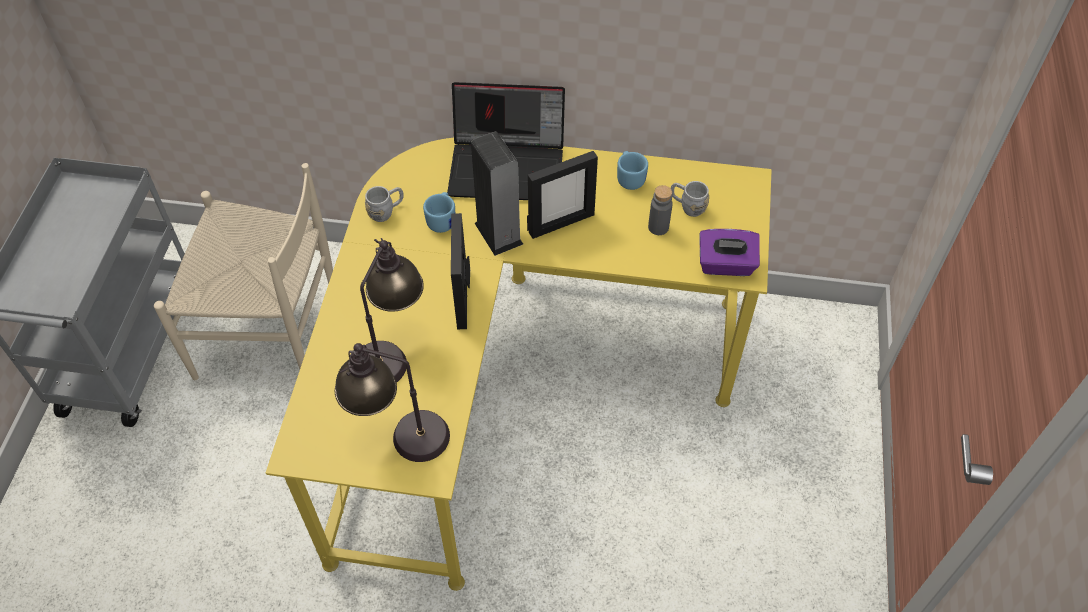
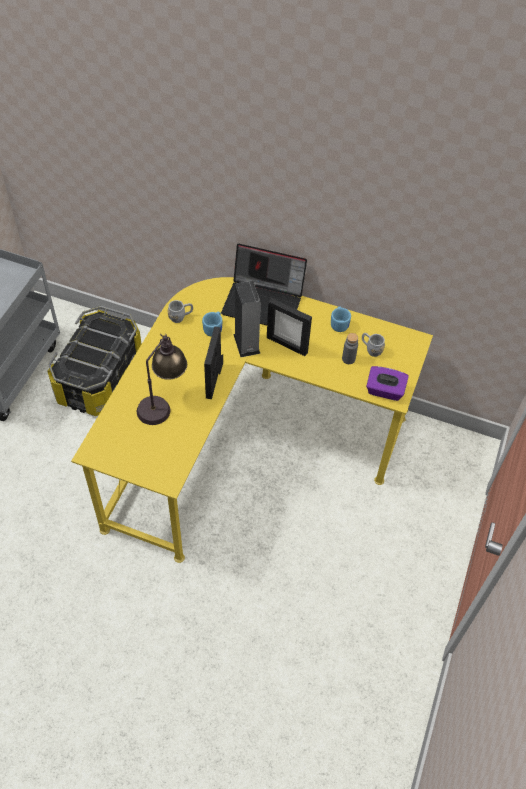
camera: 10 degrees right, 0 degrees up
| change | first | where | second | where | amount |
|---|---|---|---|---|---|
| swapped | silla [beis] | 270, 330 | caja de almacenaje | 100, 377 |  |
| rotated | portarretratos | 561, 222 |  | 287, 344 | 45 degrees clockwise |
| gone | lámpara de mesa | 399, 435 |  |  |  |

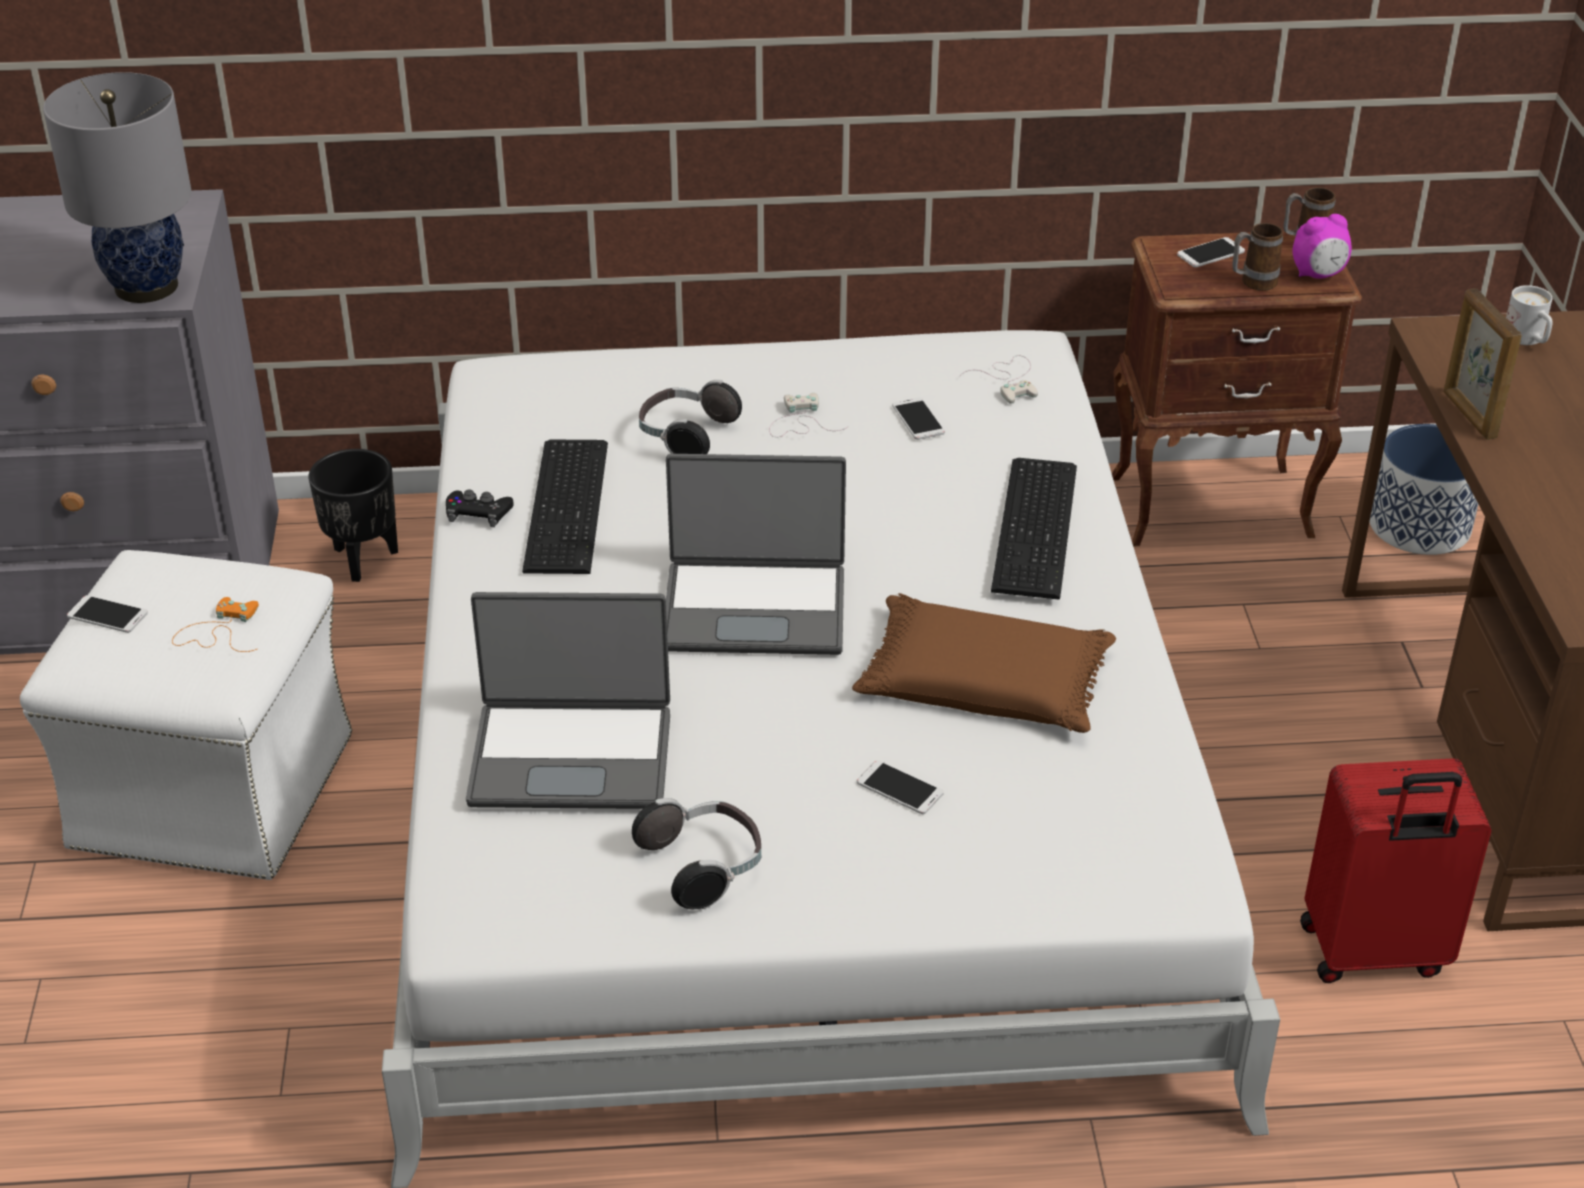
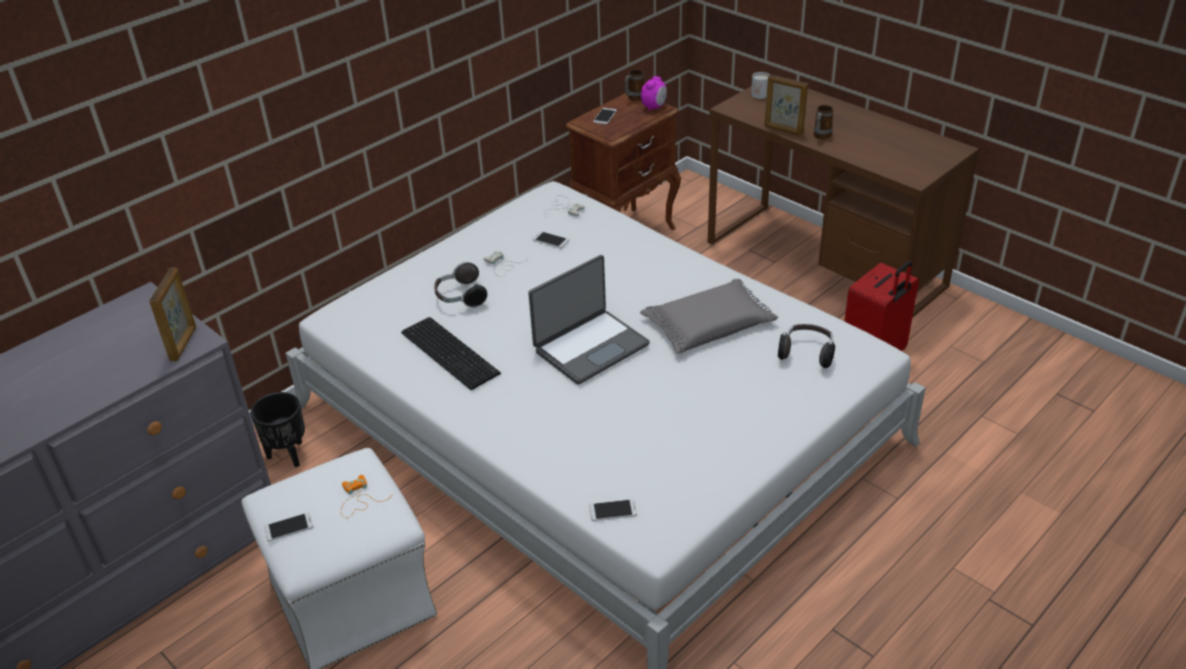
camera: 40 degrees left, 0 degrees up
| change | first | where | second | where | amount |
|---|---|---|---|---|---|
| swapped | lámpara de mesa [gris] | 146, 286 | portarretratos | 184, 343 |  |
| shifted | móvil | 900, 788 |  | 612, 510 |  |
| repainted | cojín [marrón] | 984, 678 | cojín [gris] | 708, 323 |  |
| shifted | auriculares | 704, 867 |  | 807, 353 |  |
| shifted | taza grande | 1252, 283 |  | 820, 137 |  |
| gone | mando de consola [negro] | 478, 513 |  |  |  |
| gone | portátil | 572, 755 |  |  |  |
| gone | teclado | 1039, 526 |  |  |  |
| gone | maceta | 1419, 526 |  |  |  |

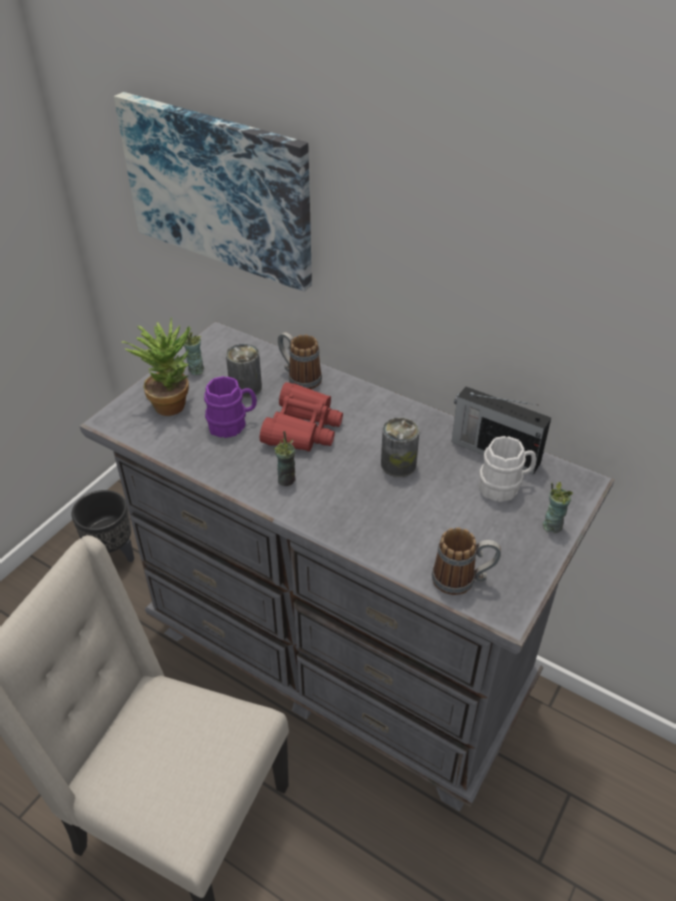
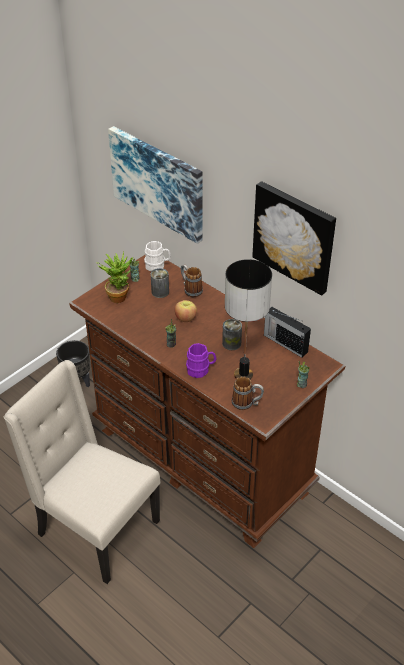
camera: 10 degrees right, 0 degrees up
| change | first | where | second | where | amount |
|---|---|---|---|---|---|
| repainted | cómoda [gris] | 338, 662 | cómoda [marrón] | 202, 460 |  |
| shifted | taza grande [blanco] | 504, 486 |  | 157, 266 |  |
| swapped | prismáticos [rojo] | 302, 428 | manzana | 185, 318 |  |
| shifted | taza grande [morado] | 232, 424 |  | 201, 370 |  |
| new |  |  | lámpara de mesa | 243, 375 |  |
| new |  |  | cuadro | 295, 236 |  |

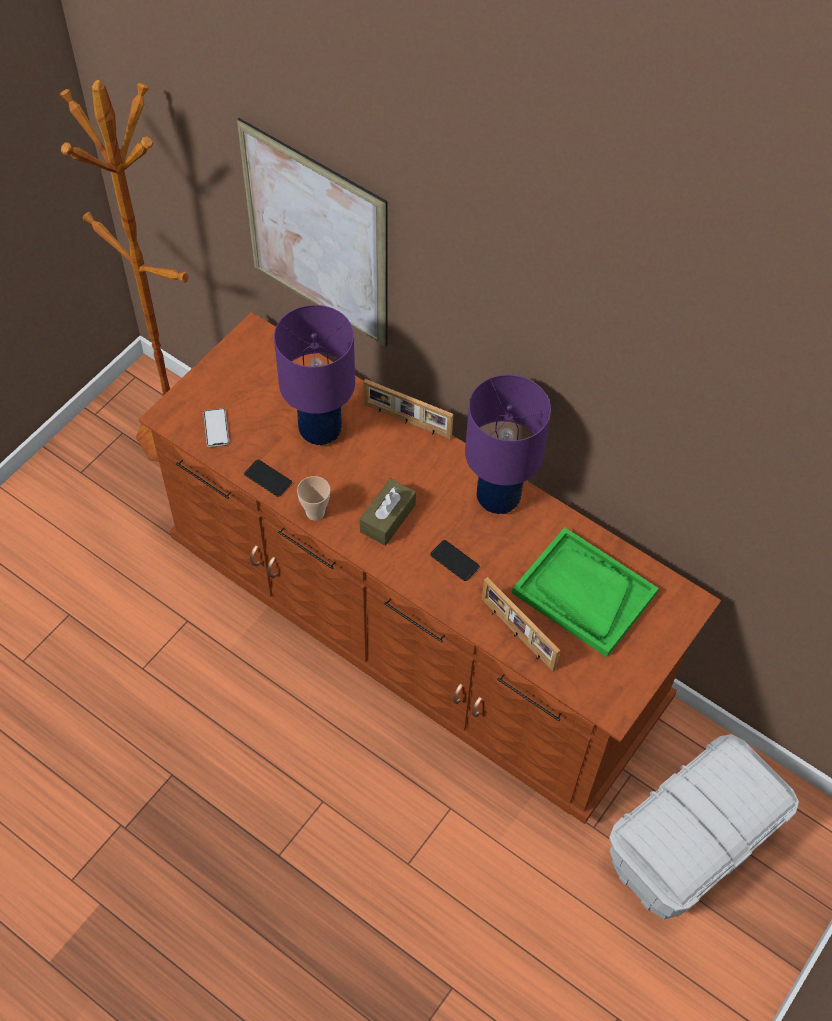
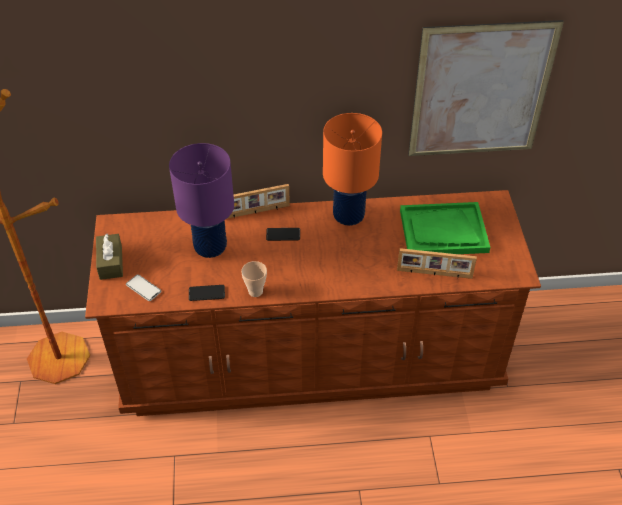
camera: 40 degrees left, 10 degrees down
| change | first | where | second | where | amount |
|---|---|---|---|---|---|
| shifted | caja de pañuelos [marrón] | 387, 518 |  | 111, 262 |  |
| shifted | móvil | 454, 561 |  | 283, 234 |  |
| repainted | lámpara de mesa [morado] | 497, 499 | lámpara de mesa [naranja] | 348, 217 |  |
| shifted | cuadro | 316, 236 |  | 480, 91 |  |
| gone | caja de almacenaje [blanco] | 691, 842 |  |  |  |

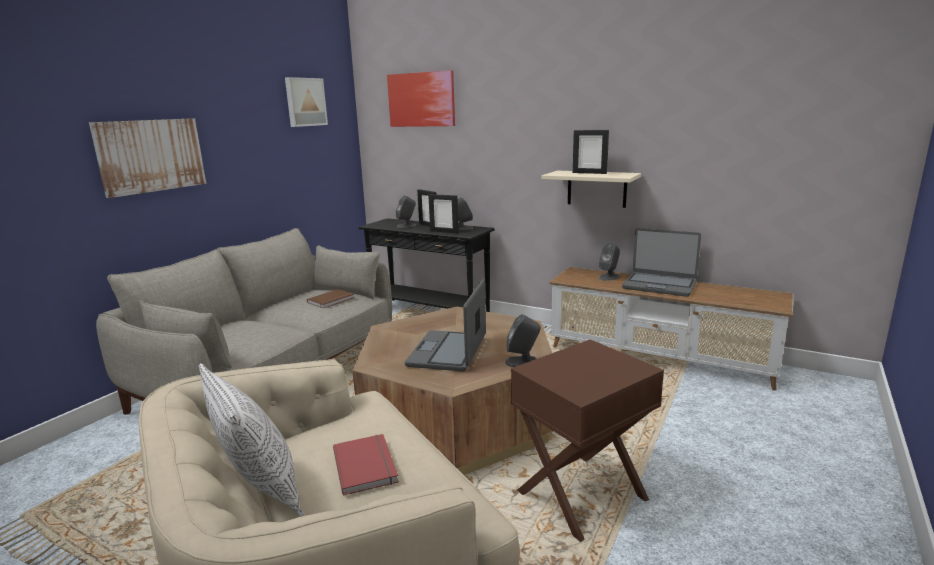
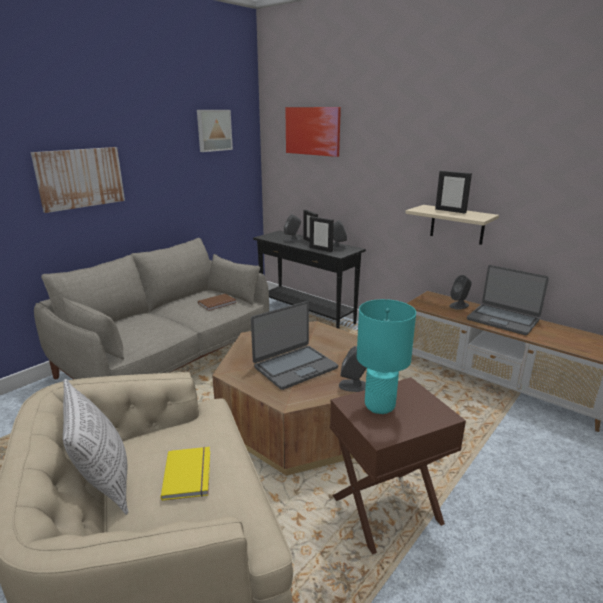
camera: 10 degrees right, 5 degrees up
| change | first | where | second | where | amount |
|---|---|---|---|---|---|
| repainted | libro [rojo] | 367, 465 | libro [amarillo] | 189, 474 |  |
| rotated | portátil | 448, 352 |  | 294, 367 | 150 degrees counterclockwise |
| new |  |  | lámpara de mesa [turquesa] | 380, 408 |  |

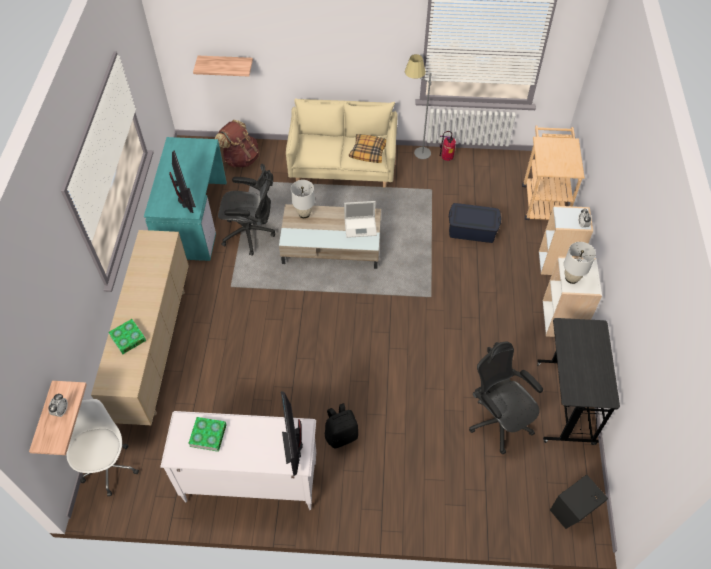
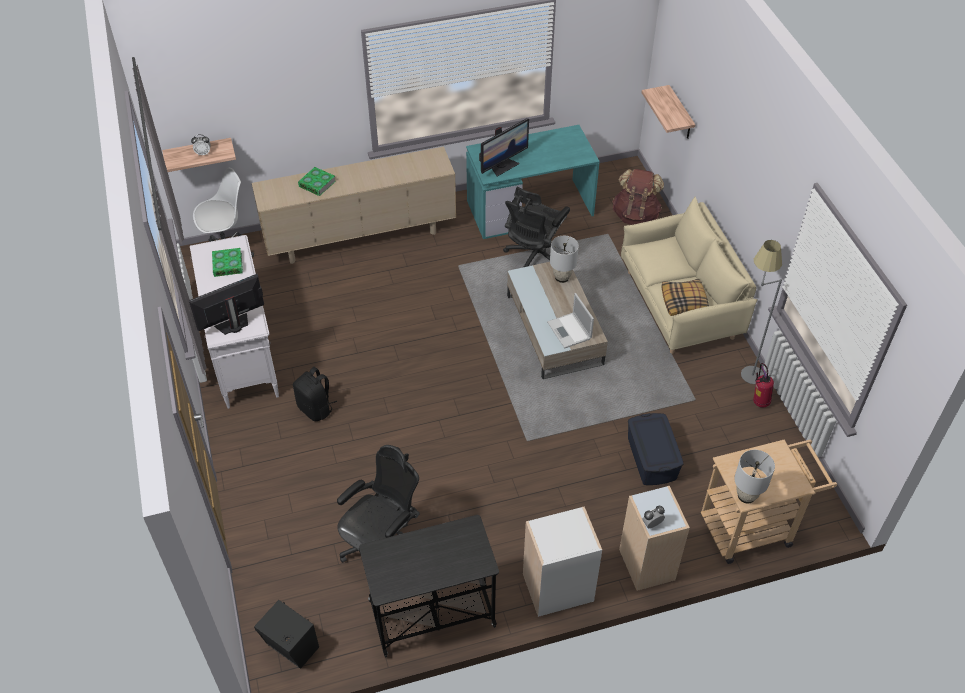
camera: 70 degrees right, 5 degrees down
| change | first | where | second | where | amount |
|---|---|---|---|---|---|
| rotated | silla de oficina | 251, 234 |  | 534, 258 | 45 degrees clockwise |
| shifted | lámpara de mesa [blanco] | 571, 278 |  | 746, 495 |  |

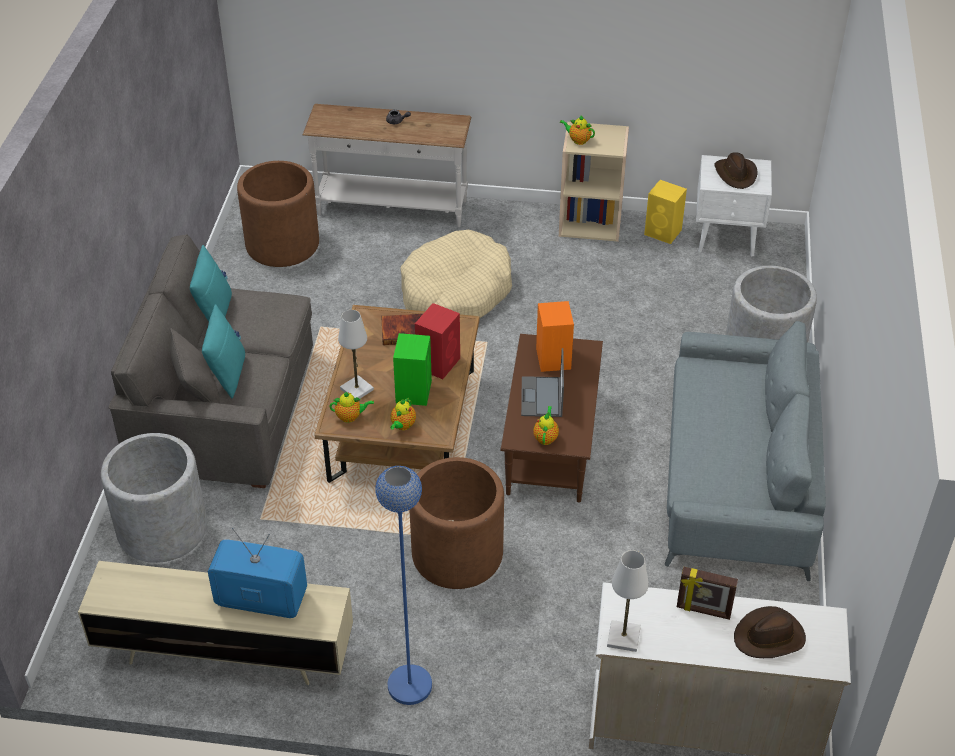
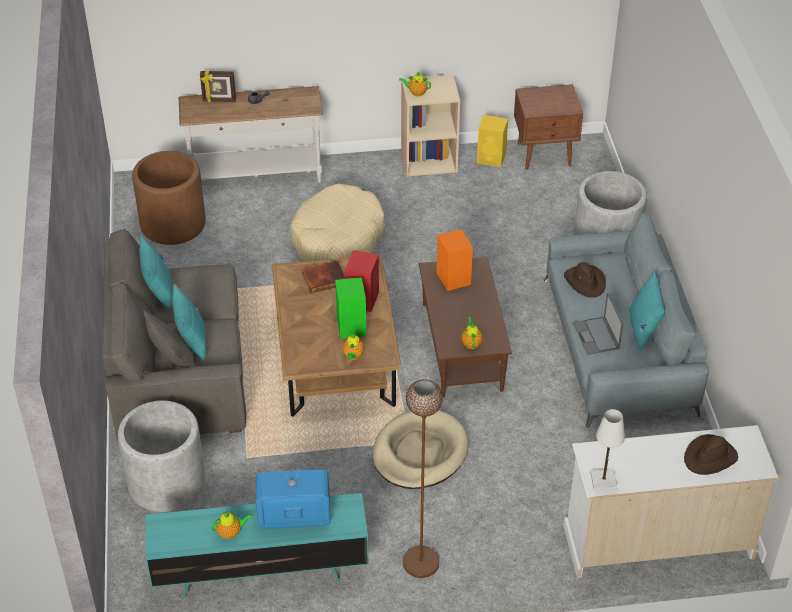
camera: 15 degrees left, 0 degrees up
| change | first | where | second | where | amount |
|---|---|---|---|---|---|
| repainted | mueble de televisión [beis] | 224, 651 | mueble de televisión [turquesa] | 259, 569 |  |
| shifted | portarretratos | 703, 611 |  | 219, 100 |  |
| shifted | tetera | 350, 417 |  | 231, 533 |  |
| swapped | maceta [marrón] | 457, 554 | cama para perro [beis] | 419, 452 |  |
| repainted | lámpara de pie [azul] | 409, 686 | lámpara de pie [marrón] | 420, 563 |  |
| repainted | mesita de noche [blanco] | 727, 238 | mesita de noche [marrón] | 545, 154 |  |
| shifted | sombrero [marrón] | 736, 174 |  | 585, 282 |  |
| shifted | portátil | 542, 397 |  | 596, 336 |  |
| new |  |  | cojín [turquesa] | 643, 330 |  |
| gone | lámpara de mesa [blanco] | 357, 389 |  |  |  |

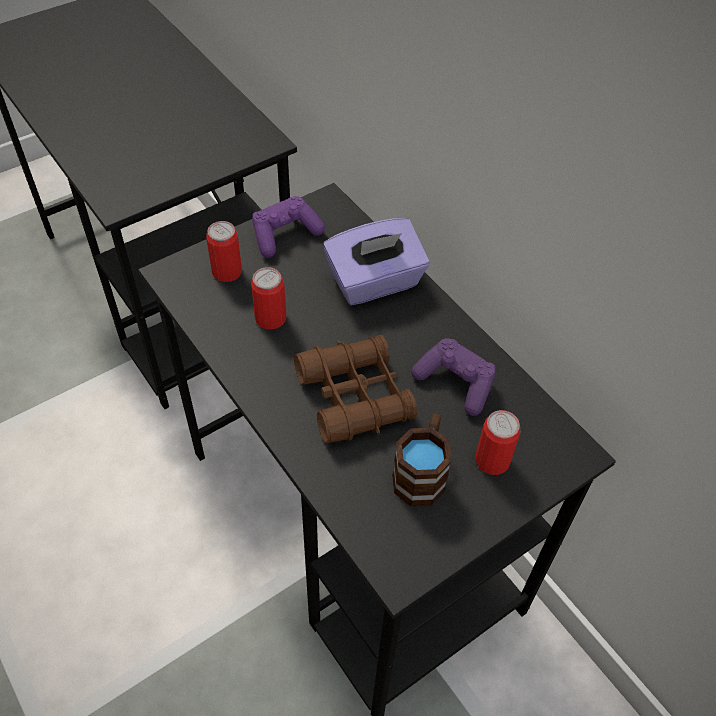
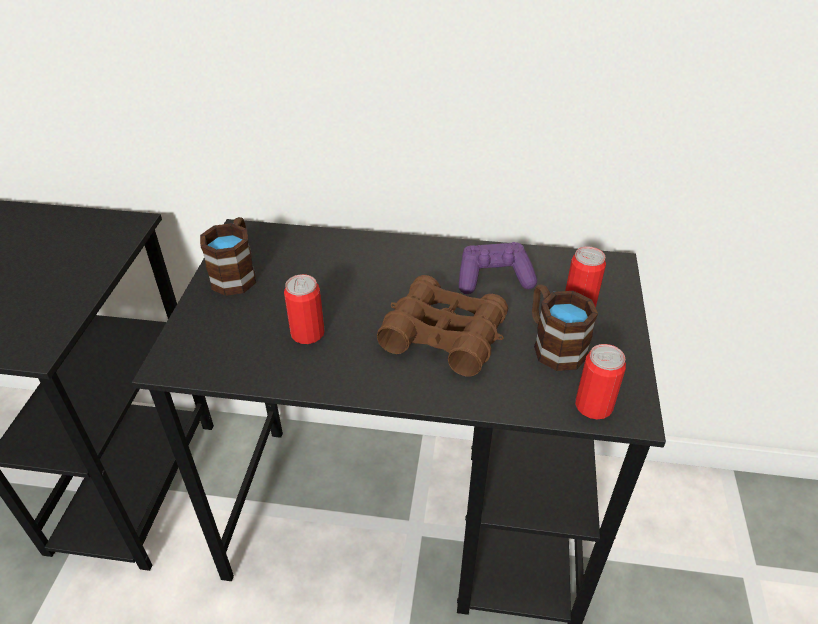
camera: 45 degrees left, 10 degrees down
| change | first | where | second | where | amount |
|---|---|---|---|---|---|
| swapped | mando de consola [morado] | 285, 235 | taza grande [marrón] | 237, 273 |  |
| shifted | lata | 227, 272 |  | 593, 406 |  |
| gone | caja de pañuelos [morado] | 375, 282 |  |  |  |

